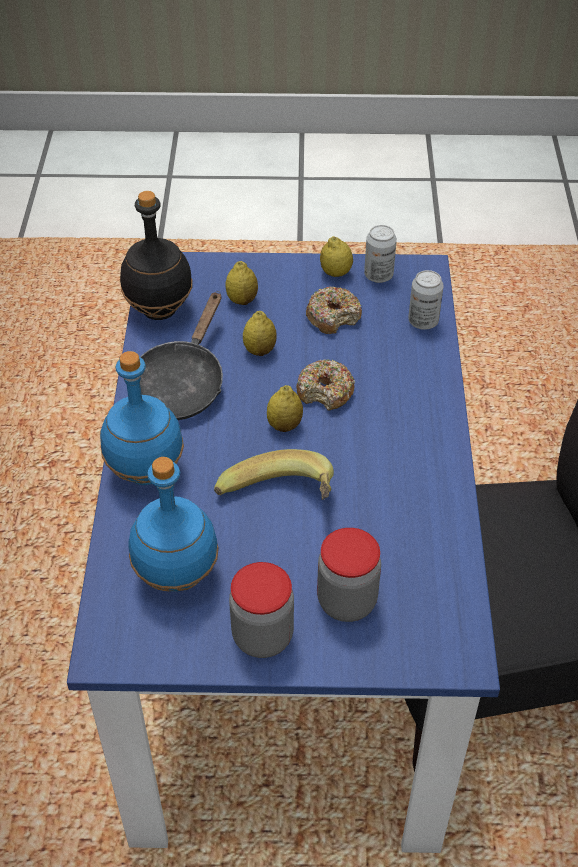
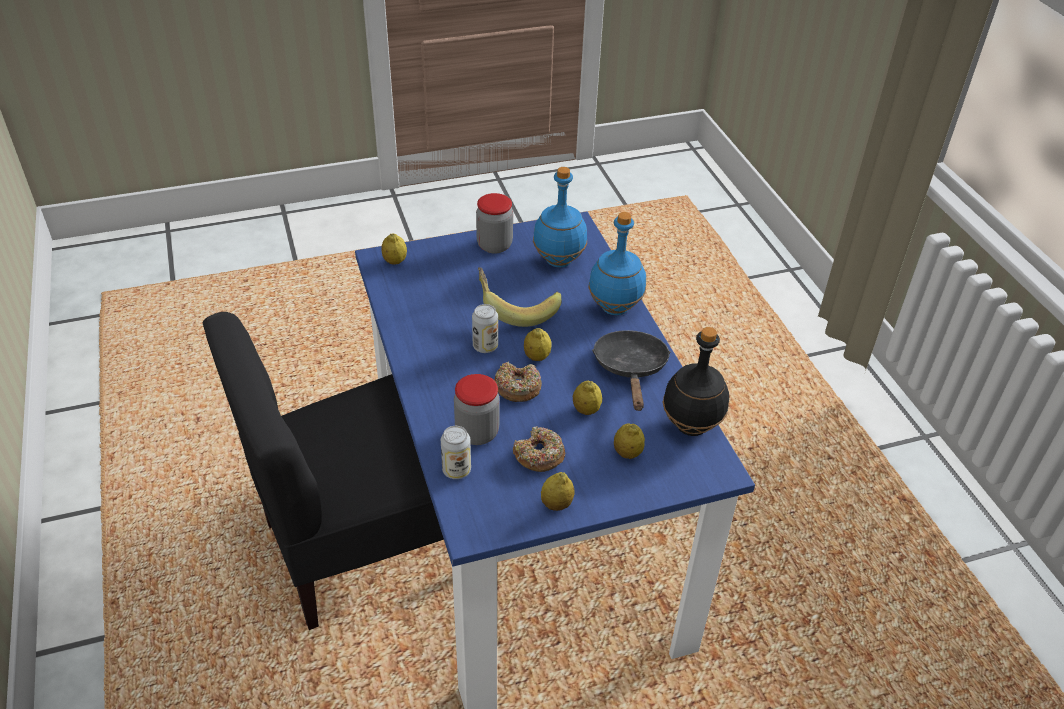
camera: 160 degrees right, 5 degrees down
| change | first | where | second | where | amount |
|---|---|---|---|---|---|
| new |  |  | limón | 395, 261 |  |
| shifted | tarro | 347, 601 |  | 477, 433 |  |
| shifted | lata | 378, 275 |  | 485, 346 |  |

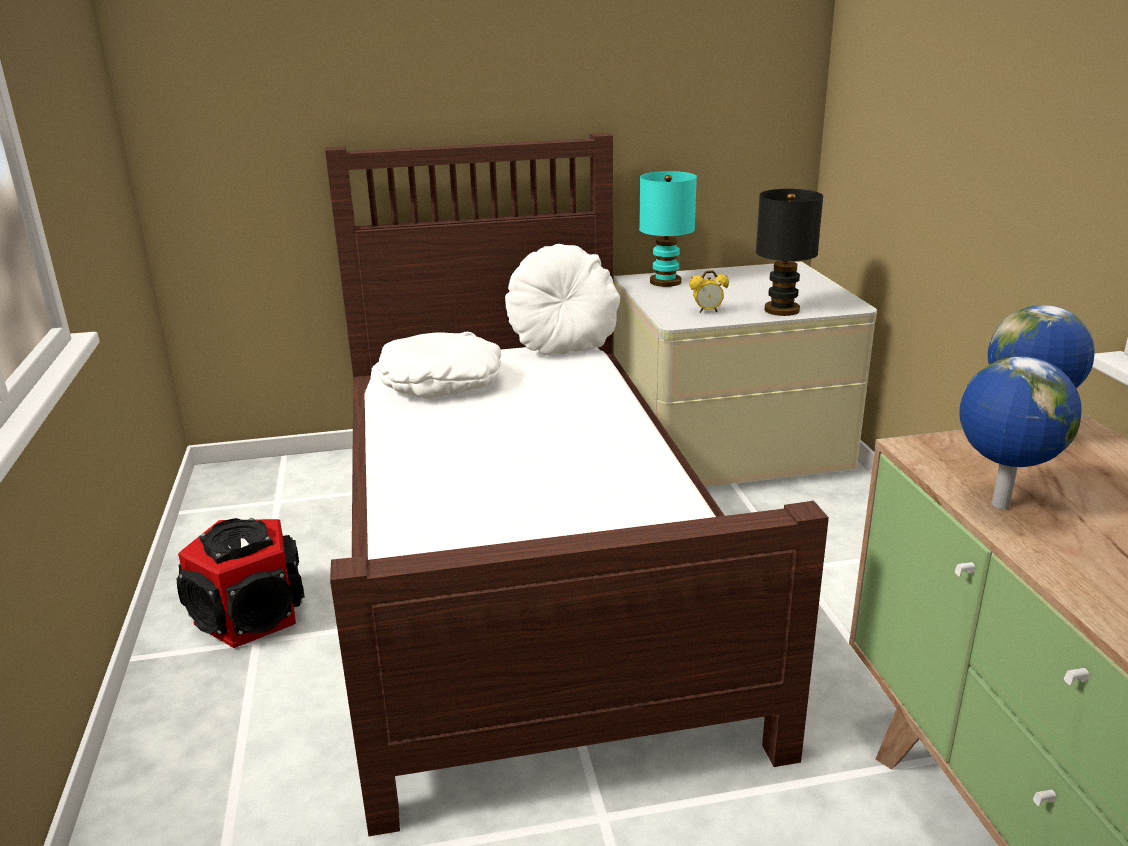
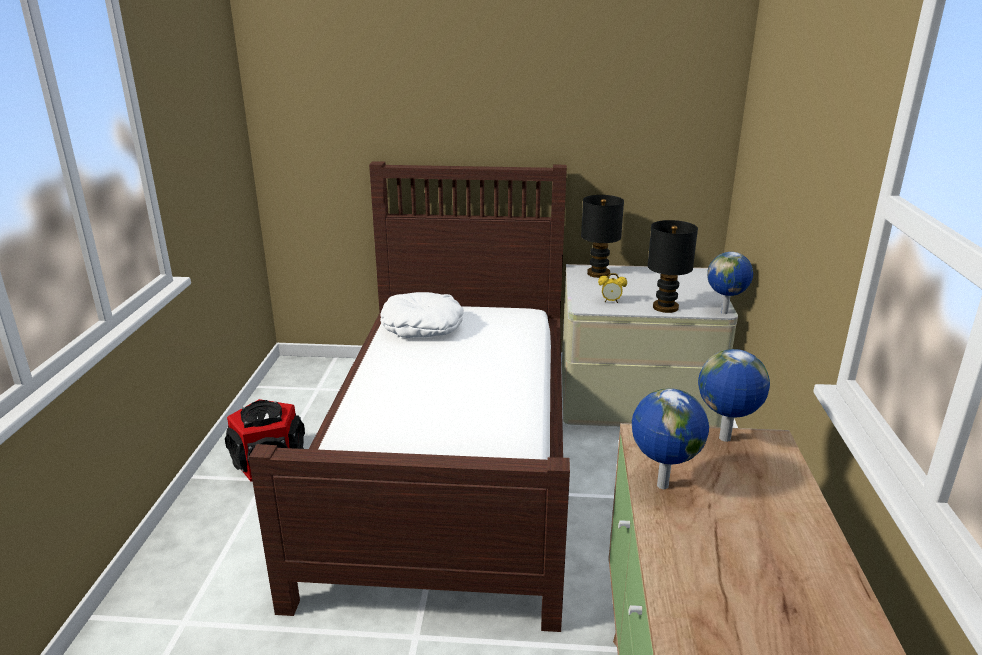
camera: 15 degrees right, 0 degrees up
| change | first | where | second | where | amount |
|---|---|---|---|---|---|
| repainted | lámpara de mesa [turquesa] | 665, 281 | lámpara de mesa [negro] | 599, 273 |  |
| new |  |  | globo terráqueo | 725, 312 |  |
| gone | cojín [blanco] | 563, 349 |  |  |  |

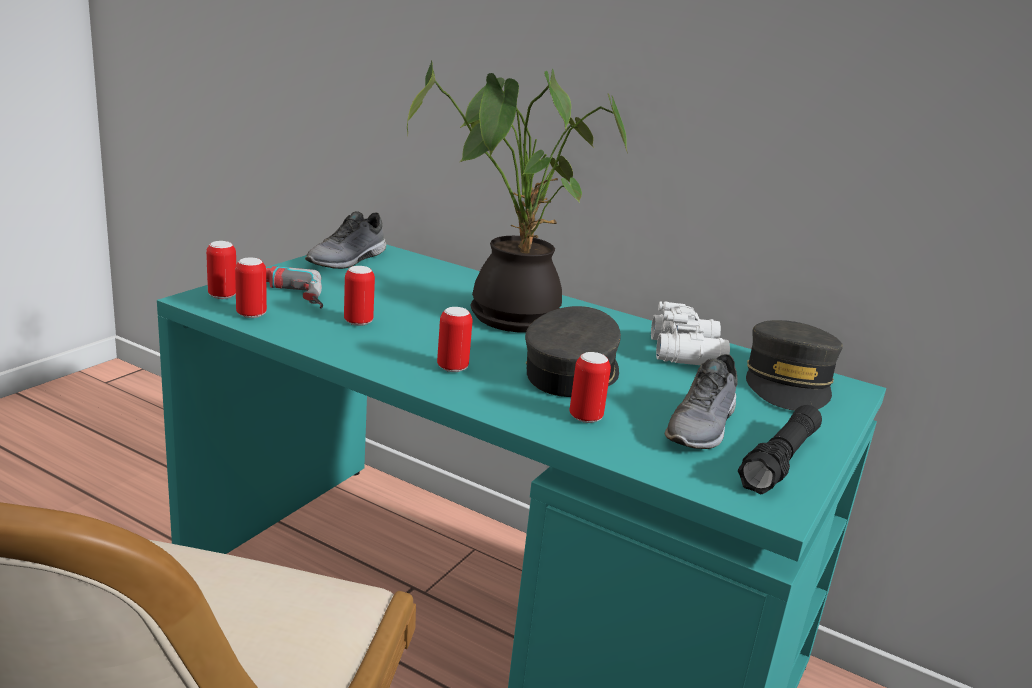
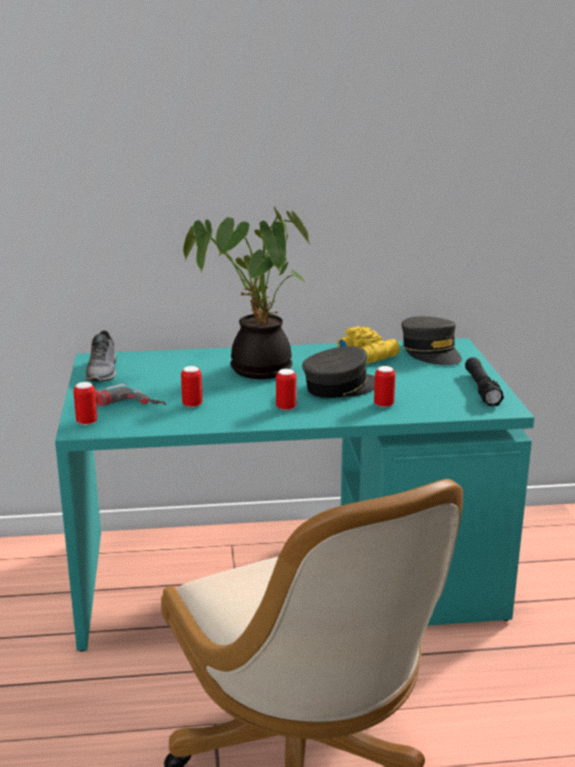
camera: 35 degrees left, 0 degrees up
| change | first | where | second | where | amount |
|---|---|---|---|---|---|
| rotated | gorra [gris] | 572, 373 |  | 341, 387 | 75 degrees clockwise |
| repainted | prismáticos [blanco] | 688, 352 | prismáticos [amarillo] | 368, 354 |  |
| gone | lata | 251, 314 |  |  |  |
| gone | zapato [gris] | 703, 427 |  |  |  |

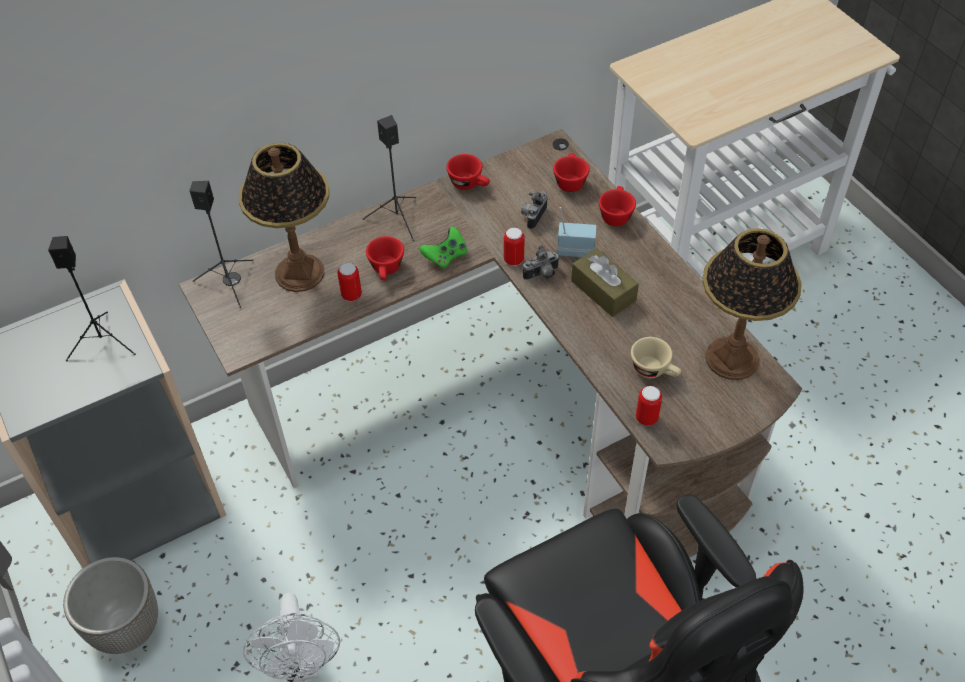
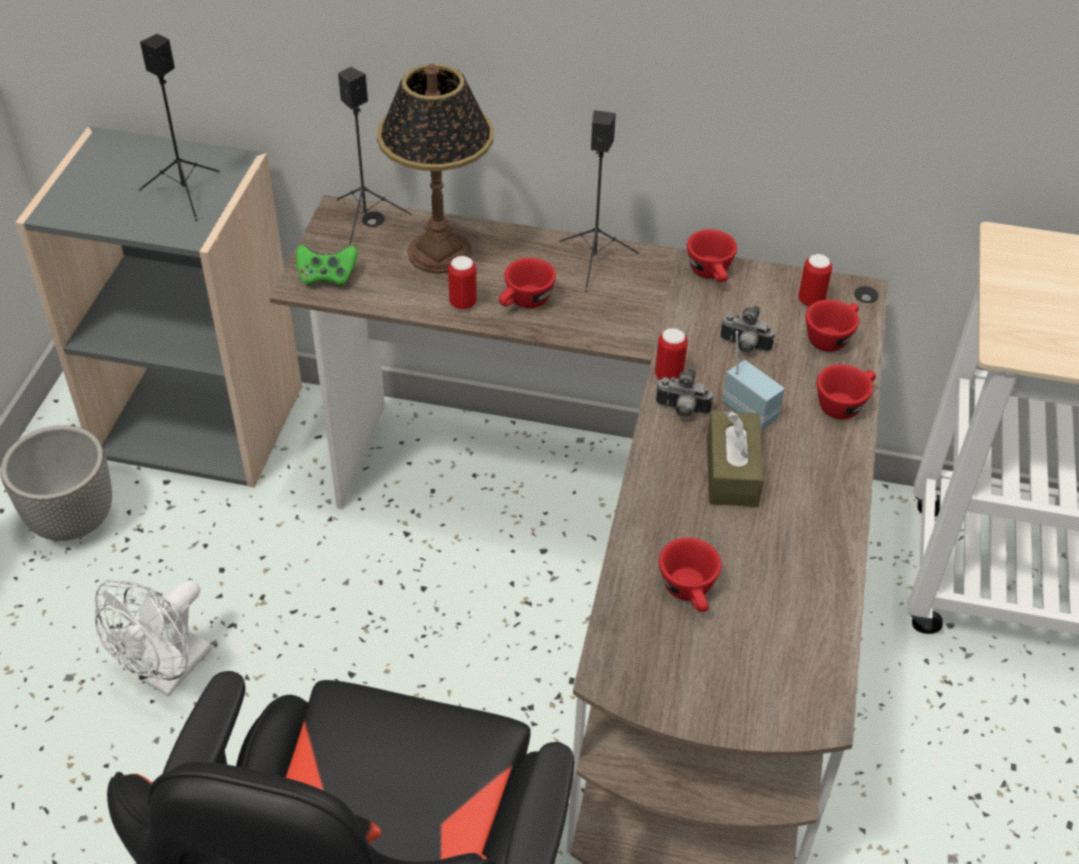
camera: 40 degrees right, 5 degrees down
| change | first | where | second | where | amount |
|---|---|---|---|---|---|
| shifted | mando de consola [verde] | 445, 256 |  | 326, 277 |  |
| repainted | taza [beis] | 654, 370 | taza [rojo] | 690, 592 |  |
| rotated | cámara | 533, 216 |  | 744, 347 | 135 degrees counterclockwise |
| shifted | lata | 646, 418 |  | 811, 301 |  |
| gone | lámpara de mesa | 732, 359 |  |  |  |

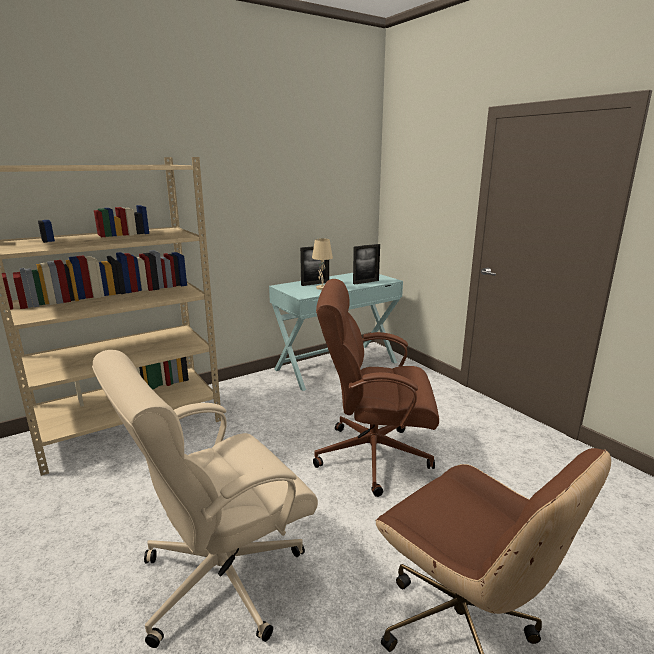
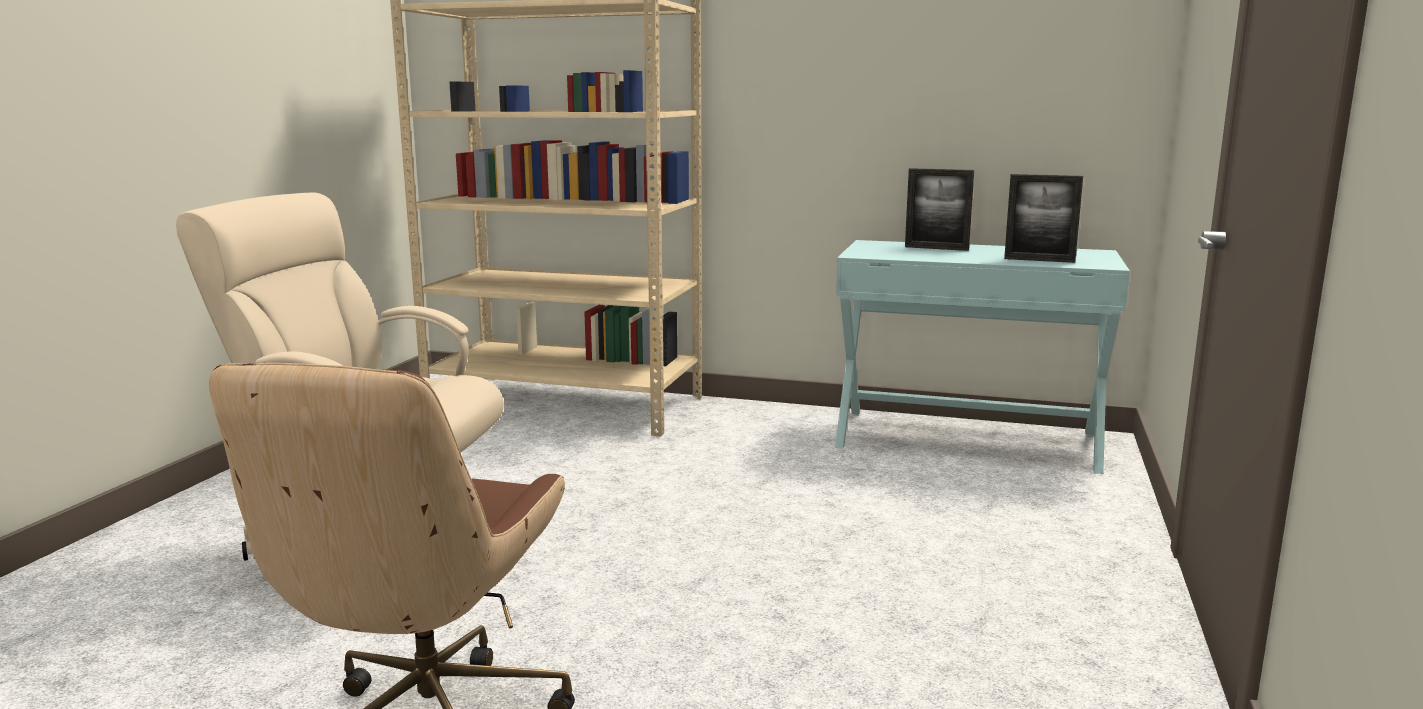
camera: 50 degrees right, 5 degrees down
| change | first | where | second | where | amount |
|---|---|---|---|---|---|
| gone | lámpara de mesa [beis] | 322, 288 |  |  |  |
| gone | silla de oficina [marrón] | 373, 456 |  |  |  |

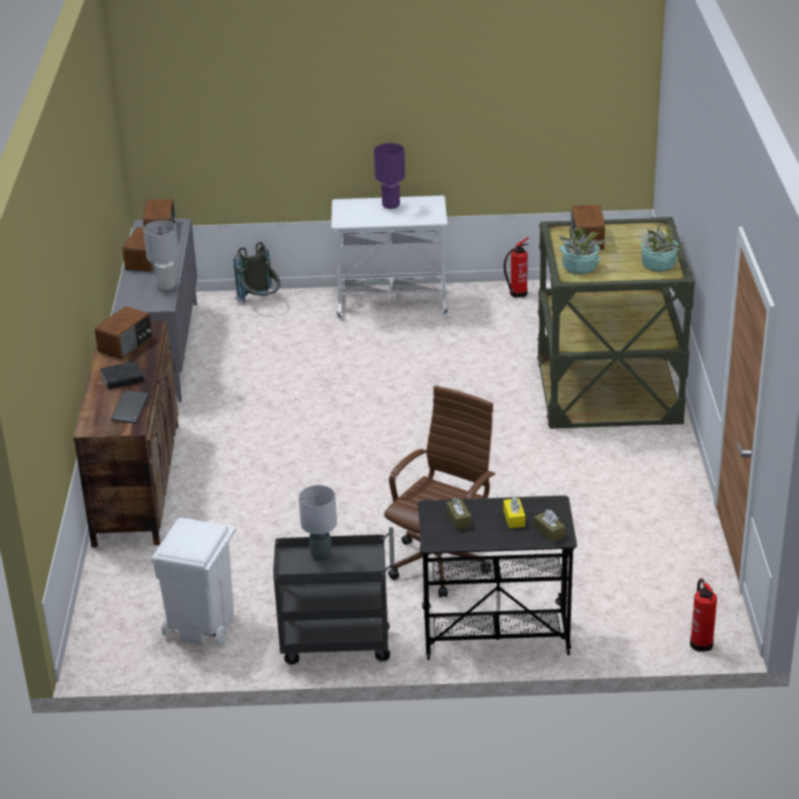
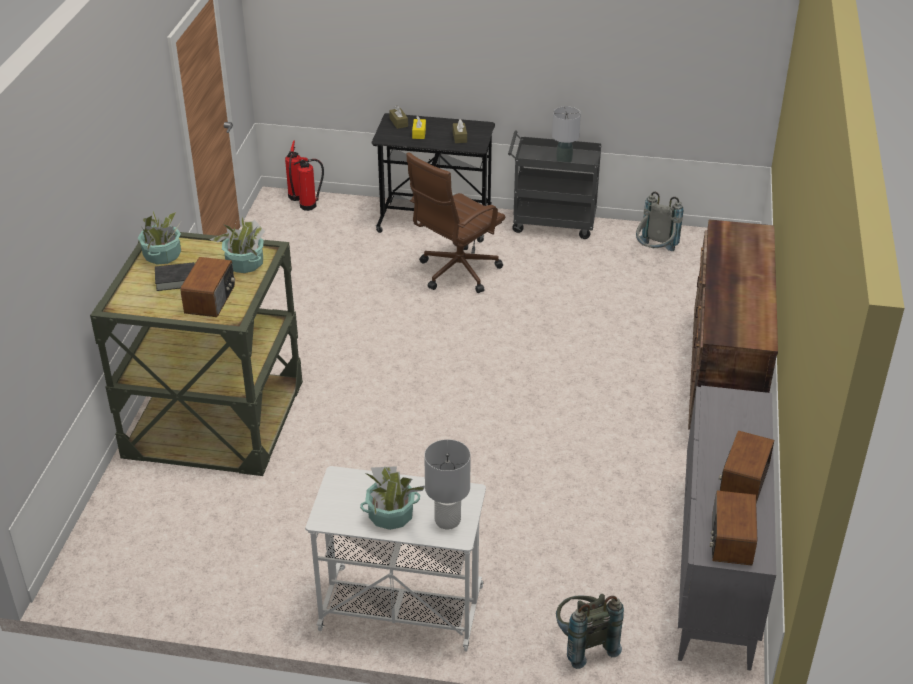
camera: 170 degrees left, 5 degrees up
| change | first | where | second | where | amount |
|---|---|---|---|---|---|
| shifted | libro [negro] | 122, 379 |  | 176, 280 |  |
| shifted | extintor | 517, 294 |  | 310, 206 |  |
| swapped | lámpara de mesa [morado] | 391, 206 | planta en maceta | 391, 515 |  |
| shifted | lámpara de mesa [gris] | 166, 287 |  | 448, 522 |  |
| swapped | papelera [blanco] | 202, 625 | mochila [gris] | 654, 253 |  |
| gone | radio | 126, 344 |  |  |  |
| gone | teclado | 129, 408 |  |  |  |

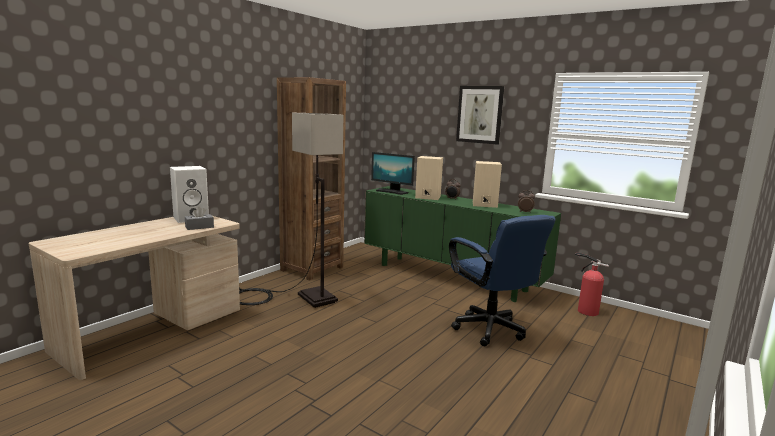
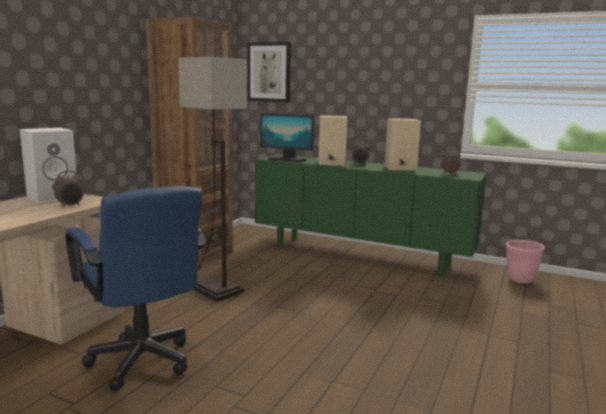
camera: 10 degrees left, 0 degrees up
| change | first | where | second | where | amount |
|---|---|---|---|---|---|
| swapped | caja de pañuelos [gris] | 199, 227 | despertador | 70, 206 |  |
| shifted | silla de oficina [azul] | 492, 332 |  | 144, 364 |  |
| shifted | cuadro | 480, 114 |  | 269, 72 |  |
| swapped | extintor | 585, 311 | maceta [rosa] | 520, 280 |  |

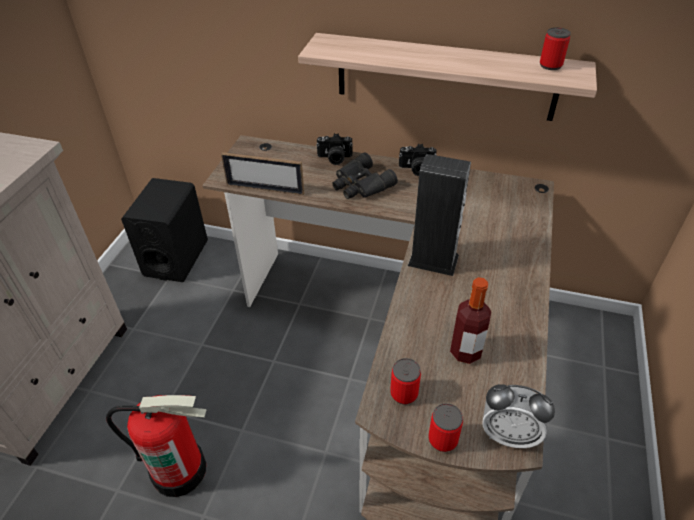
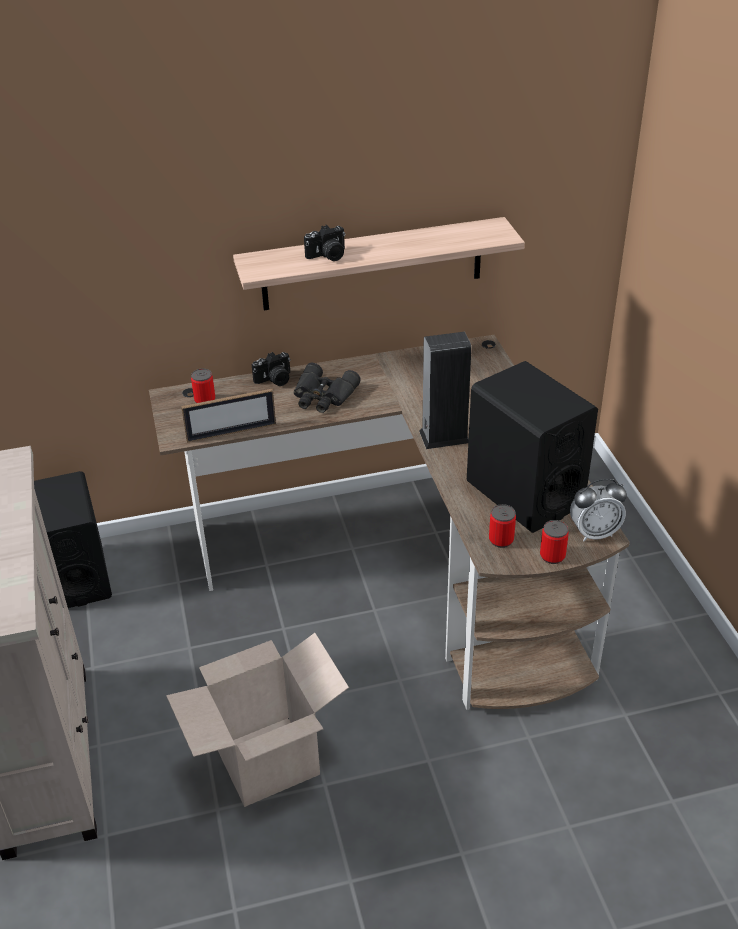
camera: 30 degrees left, 5 degrees down
| change | first | where | second | where | amount |
|---|---|---|---|---|---|
| swapped | extintor | 180, 469 | caja de cartón | 267, 761 |  |
| shifted | lata | 550, 65 |  | 205, 400 |  |
| shifted | cámara | 416, 169 |  | 328, 256 |  |
| swapped | botella | 465, 352 | altavoz [negro] | 524, 493 |  |

